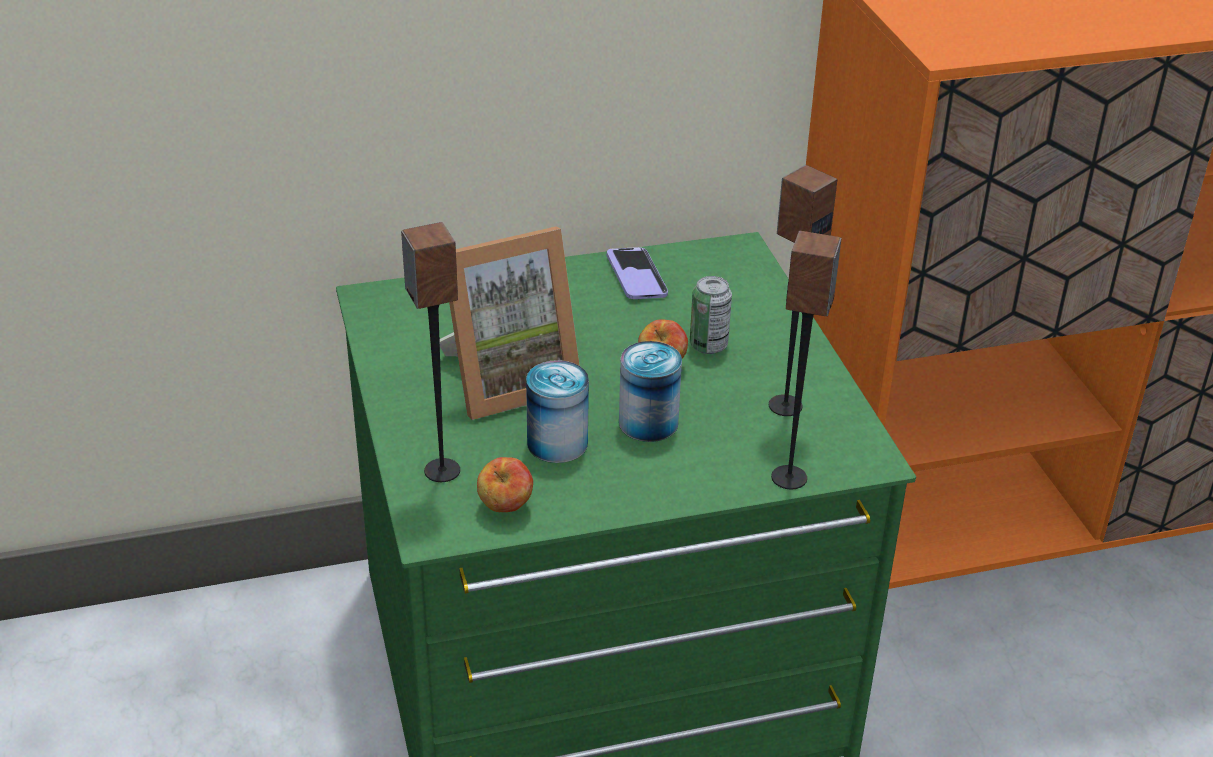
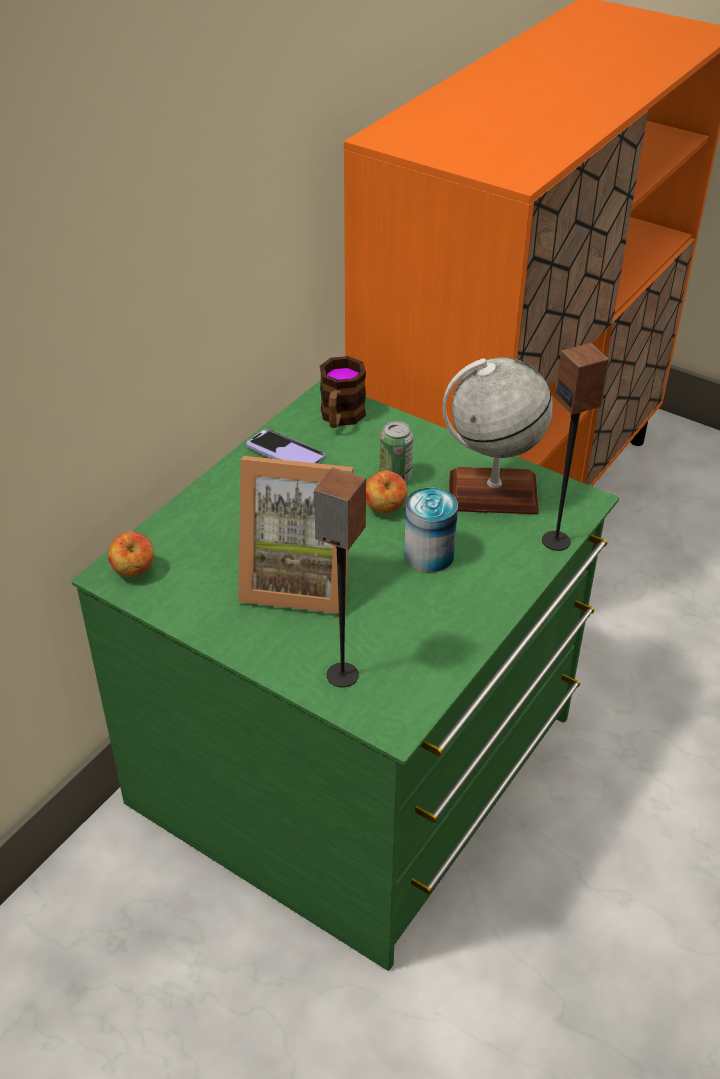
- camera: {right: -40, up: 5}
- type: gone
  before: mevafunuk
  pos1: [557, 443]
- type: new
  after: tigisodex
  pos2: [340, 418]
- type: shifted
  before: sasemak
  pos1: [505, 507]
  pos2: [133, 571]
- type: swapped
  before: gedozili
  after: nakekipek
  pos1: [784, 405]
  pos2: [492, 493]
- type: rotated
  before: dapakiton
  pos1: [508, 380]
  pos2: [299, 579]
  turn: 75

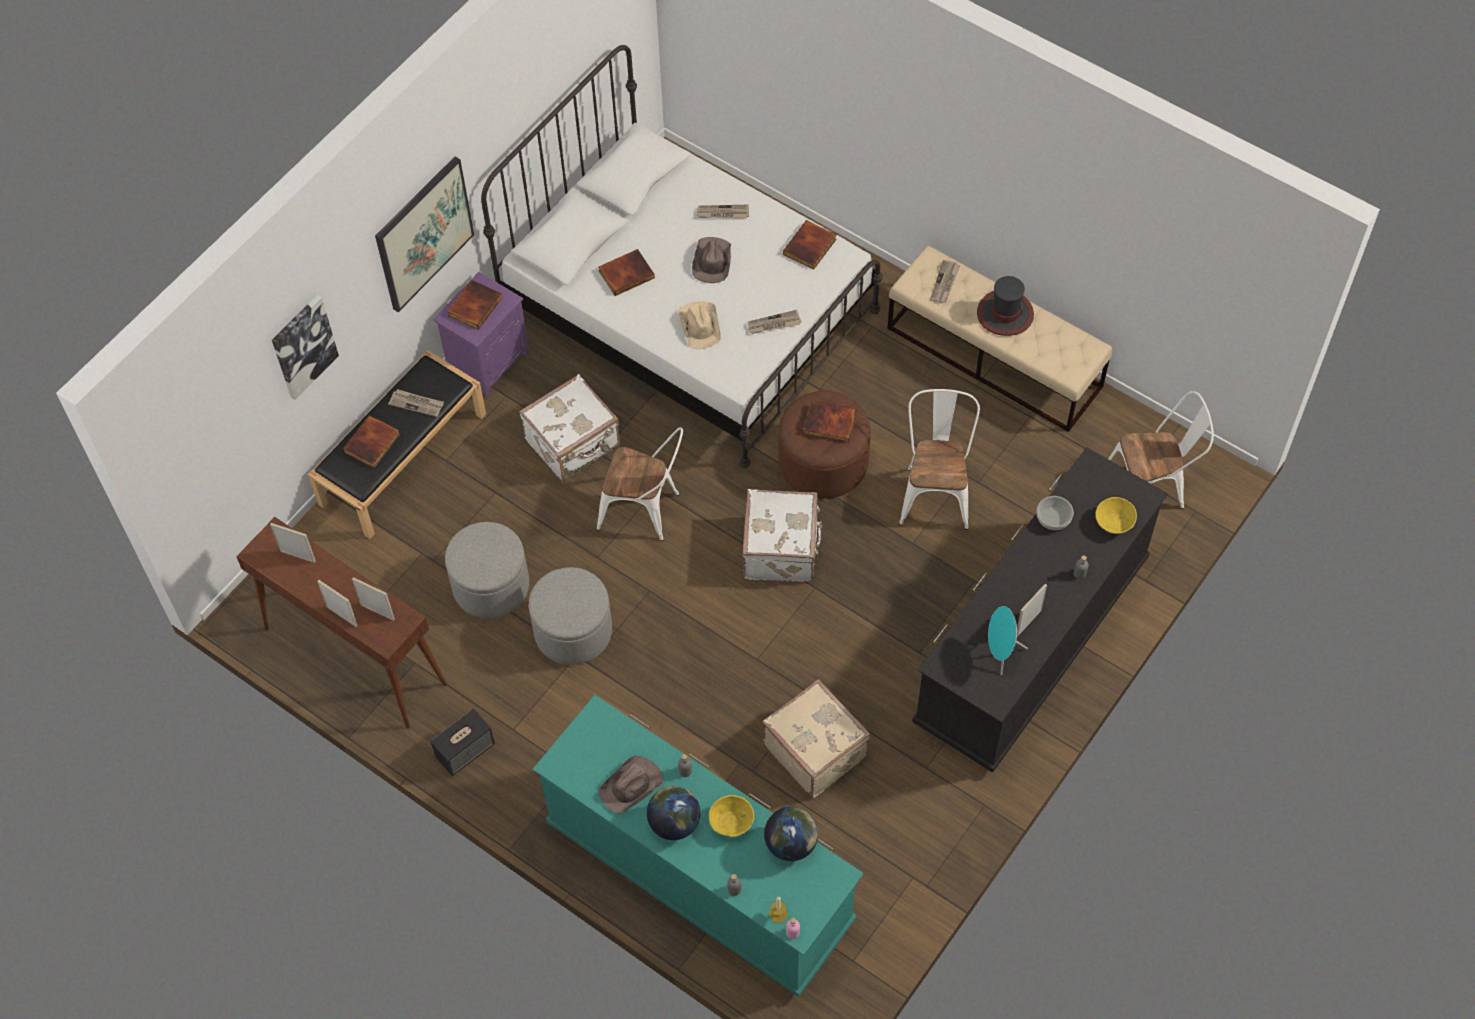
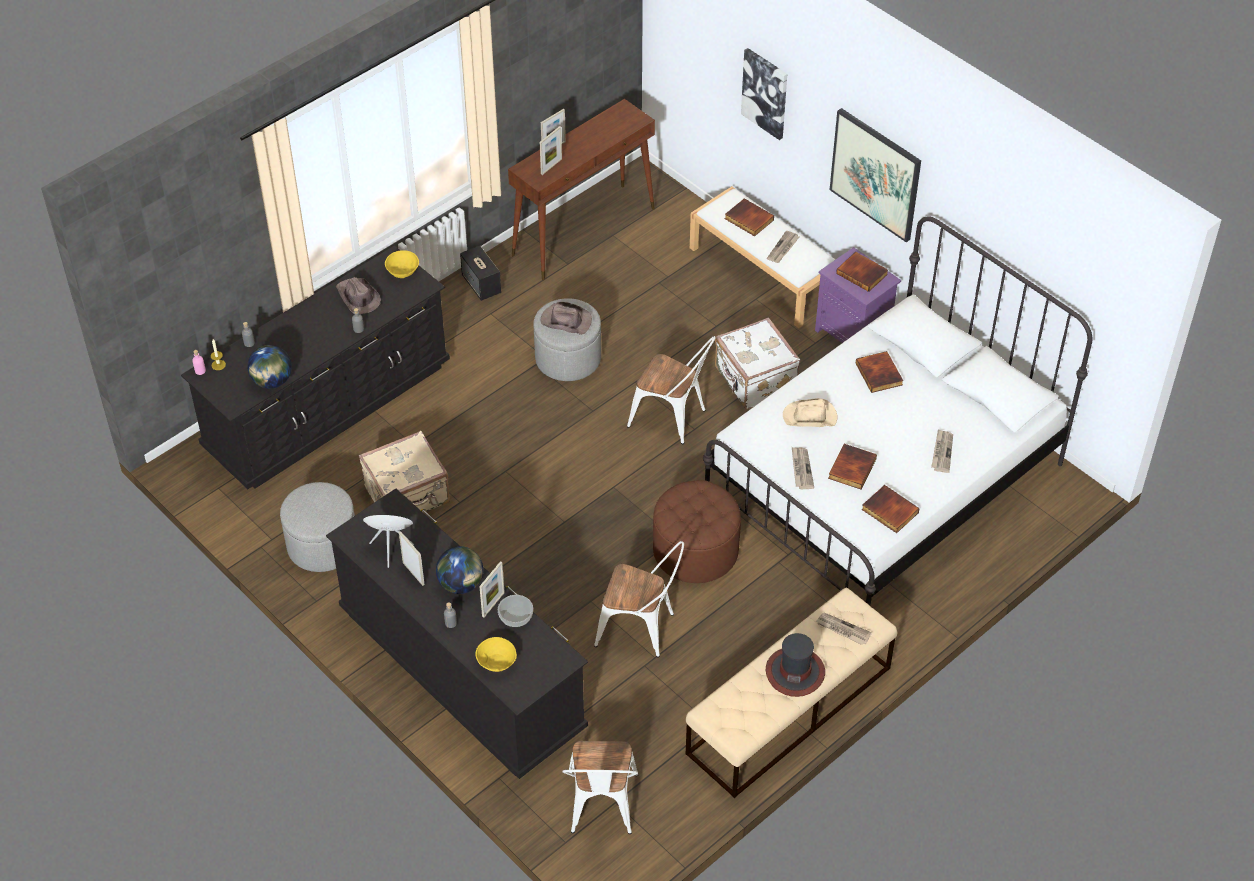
- camera: {right: 100, up: -10}
- type: gone
  before: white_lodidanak
  pos1: [781, 549]
- type: shifted
  before: dapakiton
  pos1: [298, 556]
  pos2: [493, 604]
- type: shifted
  before: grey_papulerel
  pos1: [491, 585]
  pos2: [322, 545]
- type: shifted
  before: nakekipek
  pos1: [674, 823]
  pos2: [461, 584]
- type: shifted
  before: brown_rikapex
  pos1: [712, 261]
  pos2: [565, 320]
- type: shifted
  before: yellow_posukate
  pos1: [731, 823]
  pos2: [402, 272]
- type: shifted
  before: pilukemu
  pos1: [829, 424]
  pos2: [851, 468]
- type: repainted
  before: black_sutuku
  after: white_sutuku
  pos1: [403, 457]
  pos2: [764, 273]
- type: repainted
  before: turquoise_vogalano
  after: black_vogalano
  pos1: [700, 873]
  pos2: [328, 407]
- type: rotated
  before: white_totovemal
  pos1: [645, 511]
  pos2: [673, 419]
  turn: -90

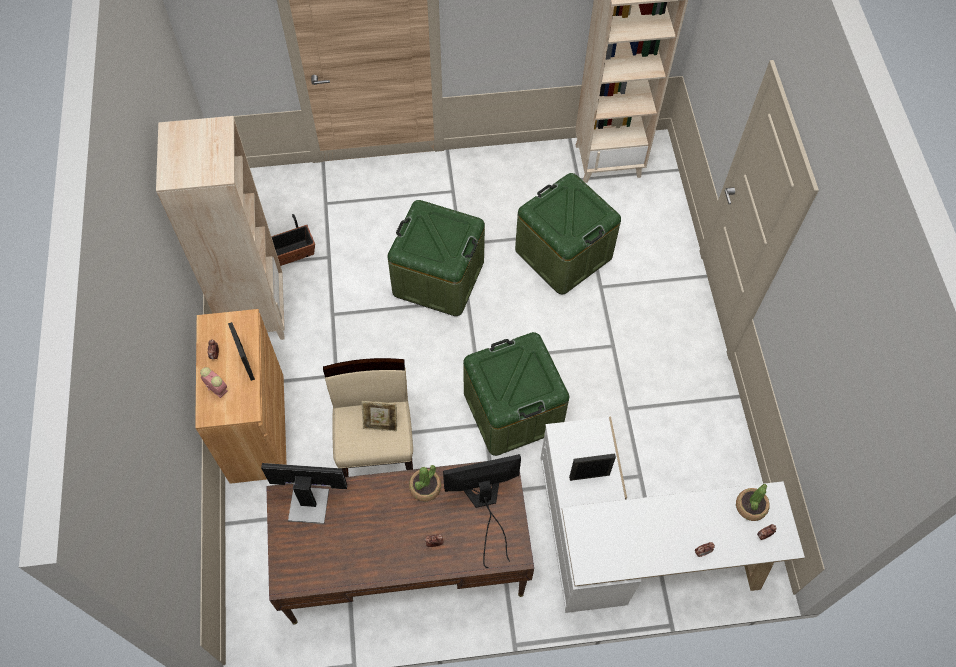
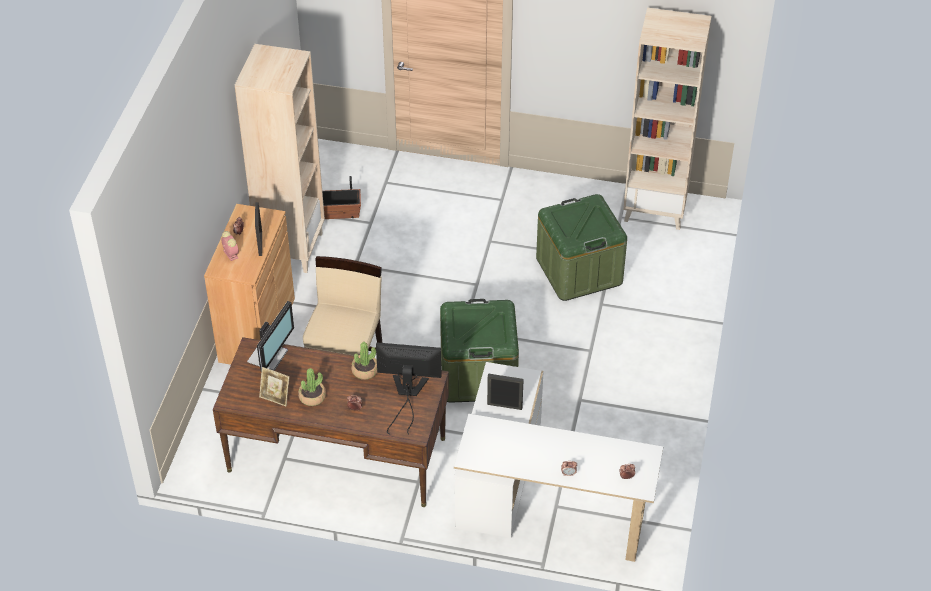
- camera: {right: 20, up: -15}
- type: gone
  before: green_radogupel
  pos1: [438, 277]
- type: shifted
  before: dapakiton
  pos1: [381, 424]
  pos2: [275, 397]
- type: shifted
  before: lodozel
  pos1: [751, 506]
  pos2: [312, 397]
- type: rotated
  before: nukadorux
  pos1: [308, 503]
  pos2: [269, 356]
  turn: 90

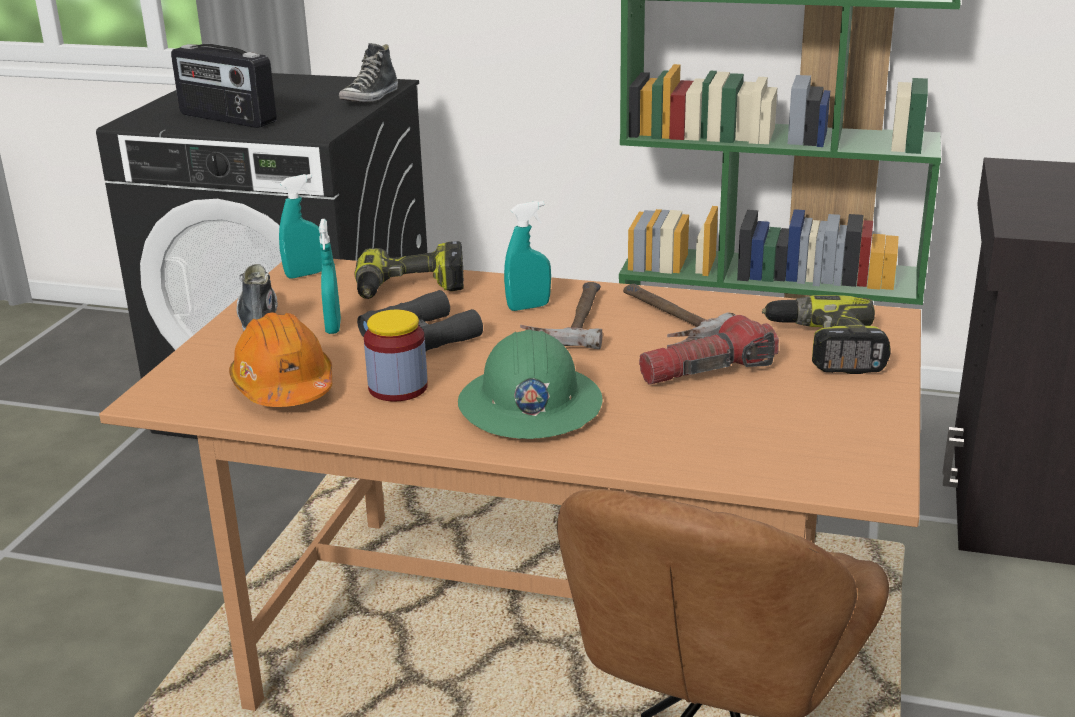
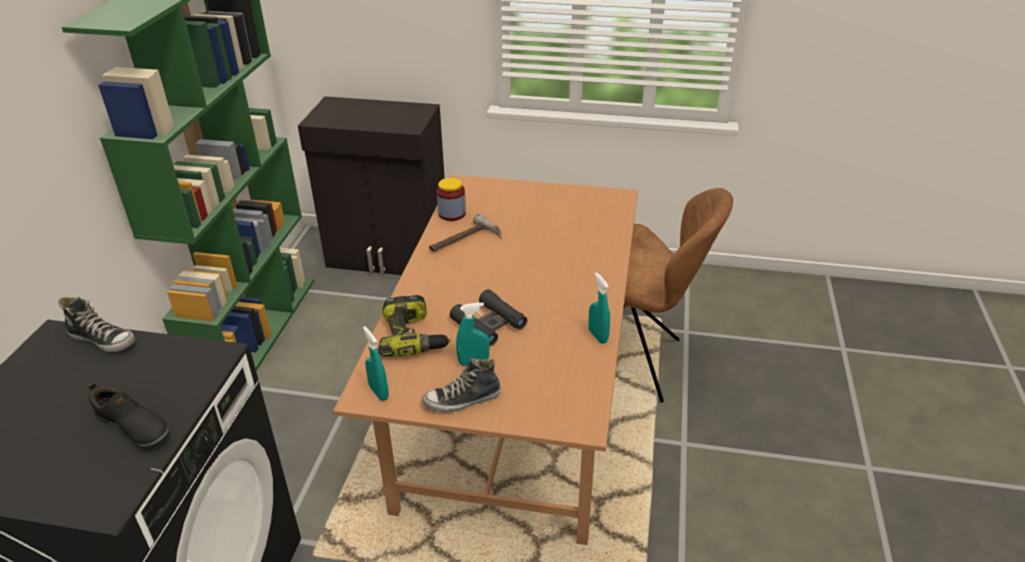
- camera: {right: -95, up: 10}
- type: gone
  before: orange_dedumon
  pos1: [284, 387]
- type: gone
  before: green_dedumon
  pos1: [529, 405]
- type: gone
  before: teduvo
  pos1: [569, 320]
- type: gone
  before: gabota
  pos1: [707, 371]
- type: gone
  before: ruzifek
  pos1: [825, 348]
- type: shifted
  before: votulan
  pos1: [398, 388]
  pos2: [452, 213]
- type: shifted
  before: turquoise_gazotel
  pos1: [528, 307]
  pos2: [598, 336]
- type: swapped
  before: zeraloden
  after: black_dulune
  pos1: [227, 119]
  pos2: [133, 427]

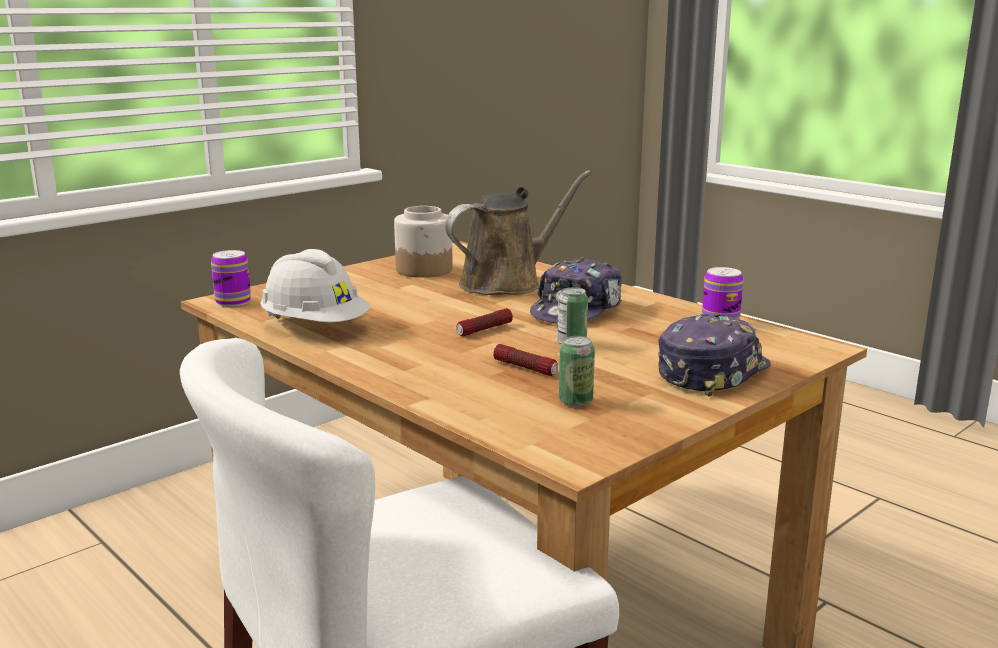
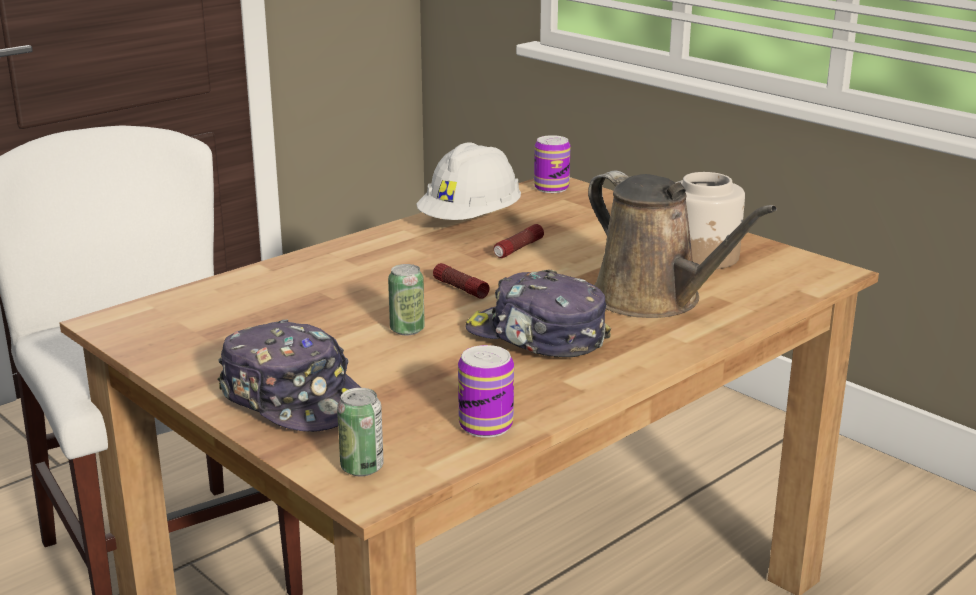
- camera: {right: 90, up: 5}
- type: shifted
  before: gabota
  pos1: [525, 368]
  pos2: [518, 249]
- type: shifted
  before: mevafunuk
  pos1: [575, 401]
  pos2: [362, 468]

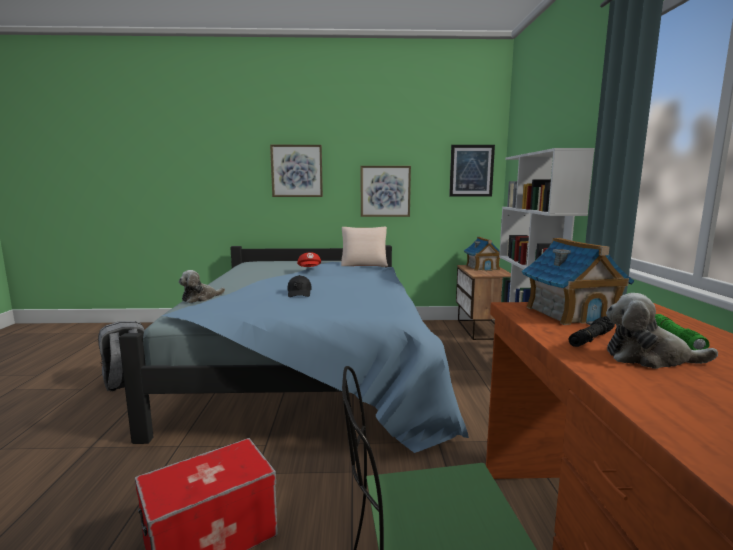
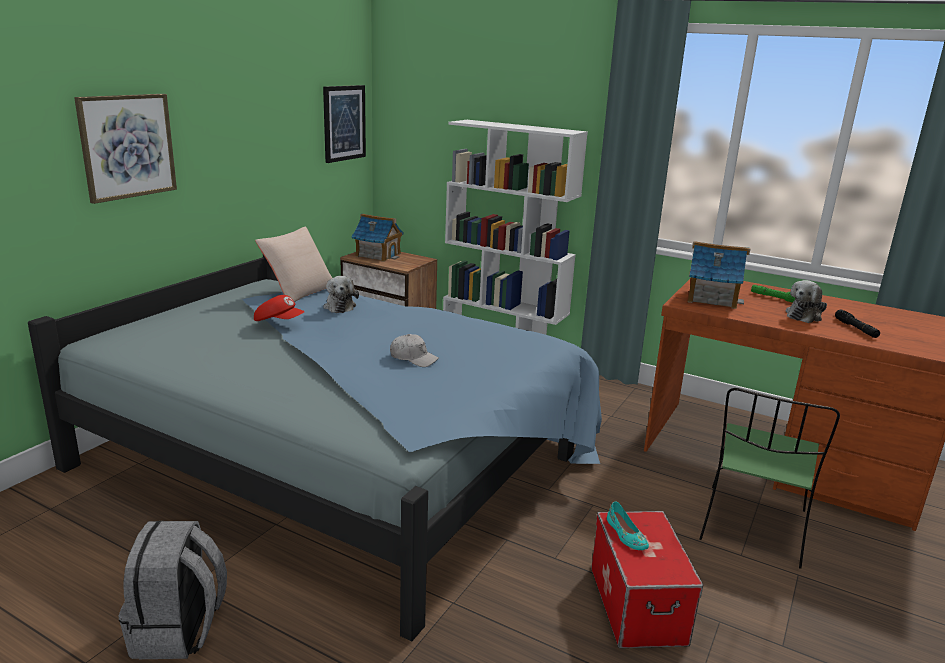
- camera: {right: -60, up: 10}
- type: gone
  before: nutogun
  pos1: [385, 191]
- type: new
  after: turquoise_dulune
  pos2: [625, 535]
- type: shifted
  before: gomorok
  pos1: [200, 298]
  pos2: [340, 306]
- type: shifted
  before: black_gabota
  pos1: [591, 339]
  pos2: [856, 329]
- type: repainted
  before: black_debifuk
  after: white_debifuk
  pos1: [299, 293]
  pos2: [413, 358]

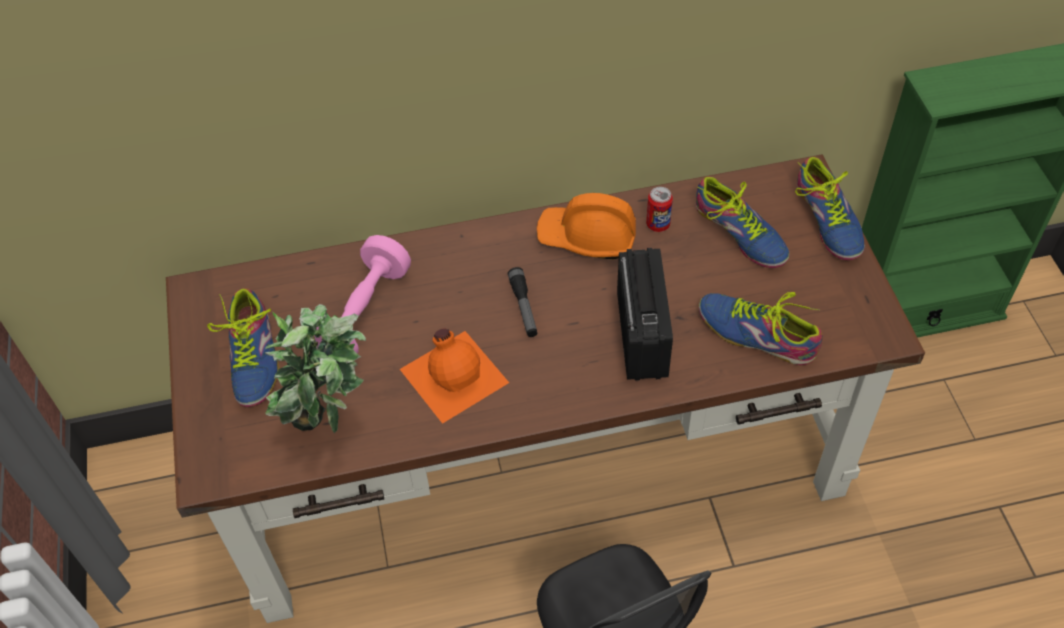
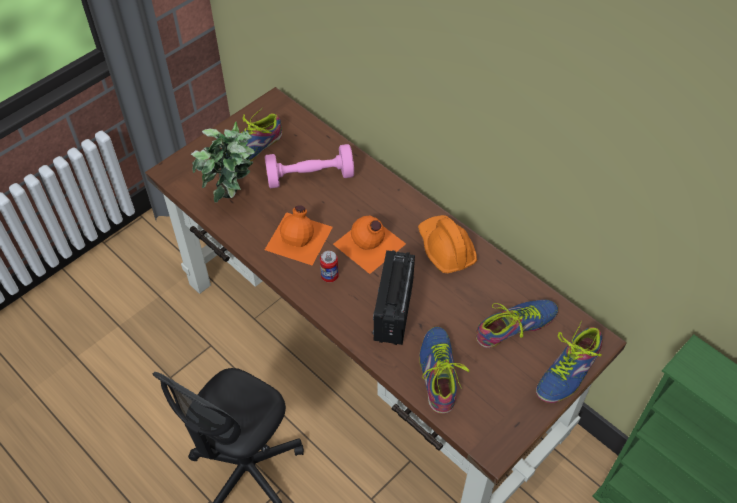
- camera: {right: 55, up: 0}
- type: shifted
  before: mevafunuk
  pos1: [658, 224]
  pos2: [329, 276]
- type: swapped
  before: gabota
  after: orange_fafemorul
  pos1: [524, 307]
  pos2: [369, 245]
- type: rotated
  before: zeraloden
  pos1: [642, 334]
  pos2: [393, 312]
  turn: 135
- type: rotated
  before: dulune
  pos1: [740, 233]
  pos2: [515, 326]
  turn: -135

